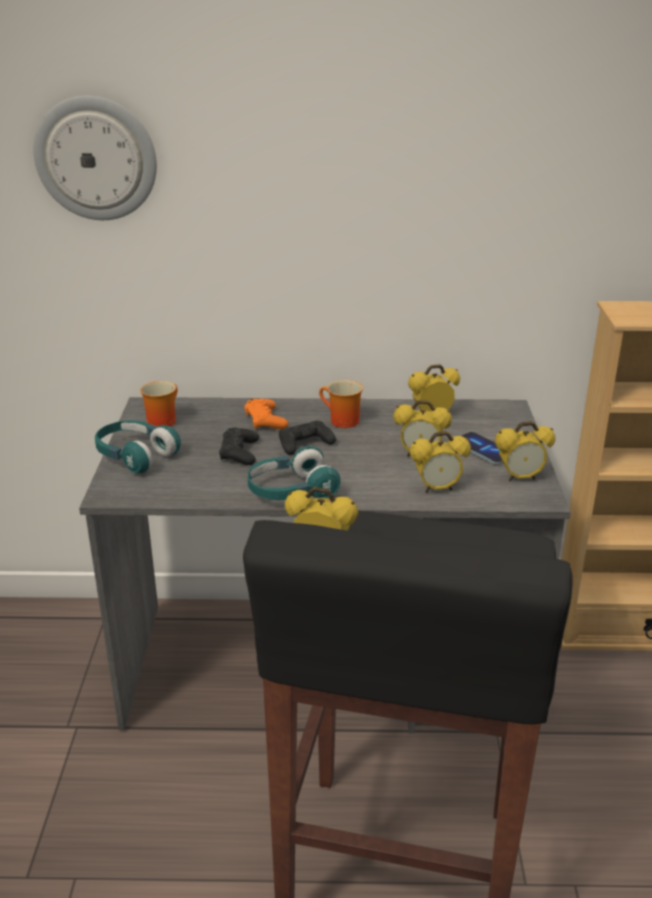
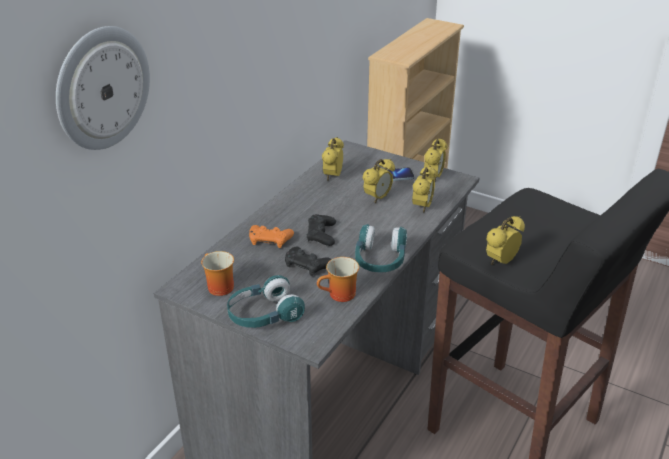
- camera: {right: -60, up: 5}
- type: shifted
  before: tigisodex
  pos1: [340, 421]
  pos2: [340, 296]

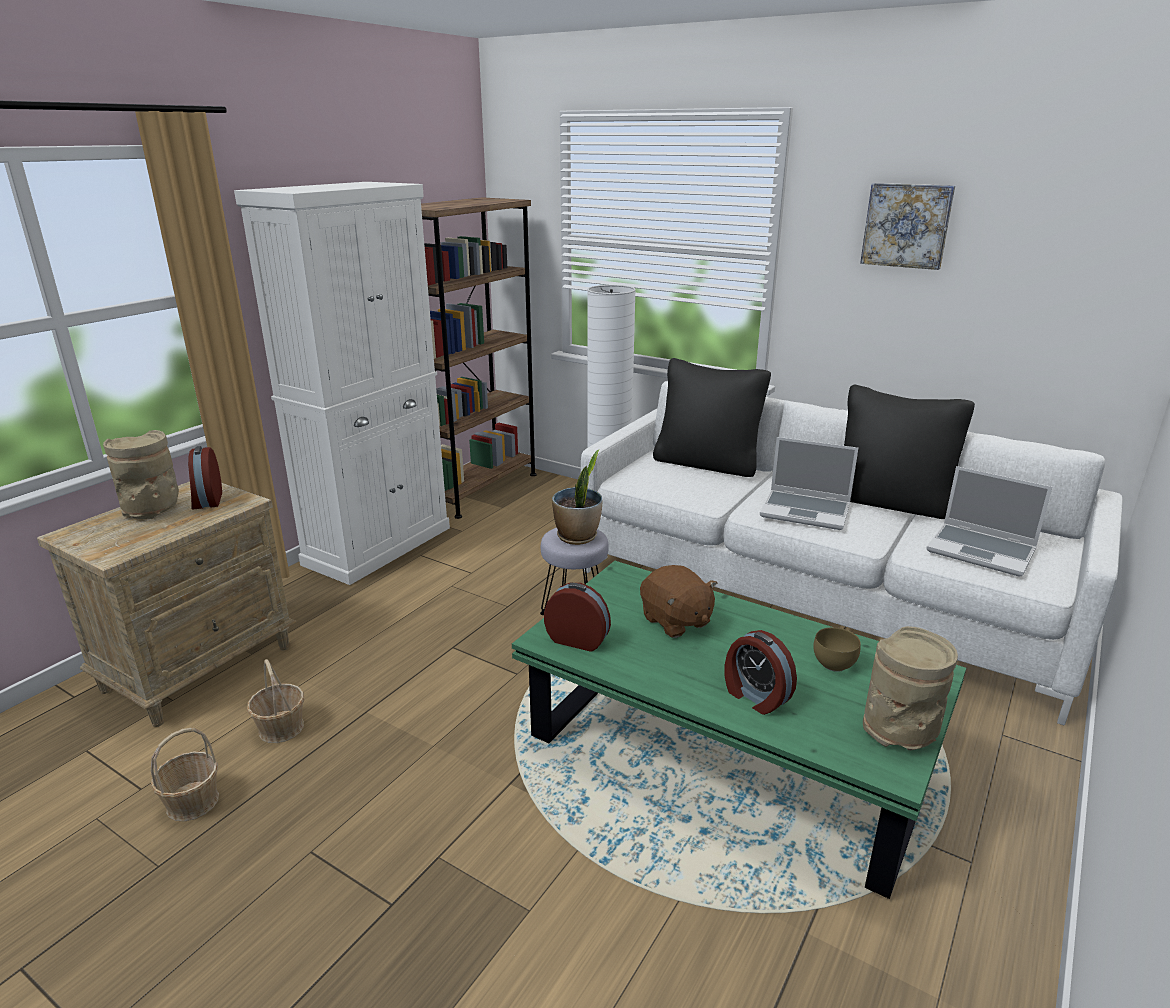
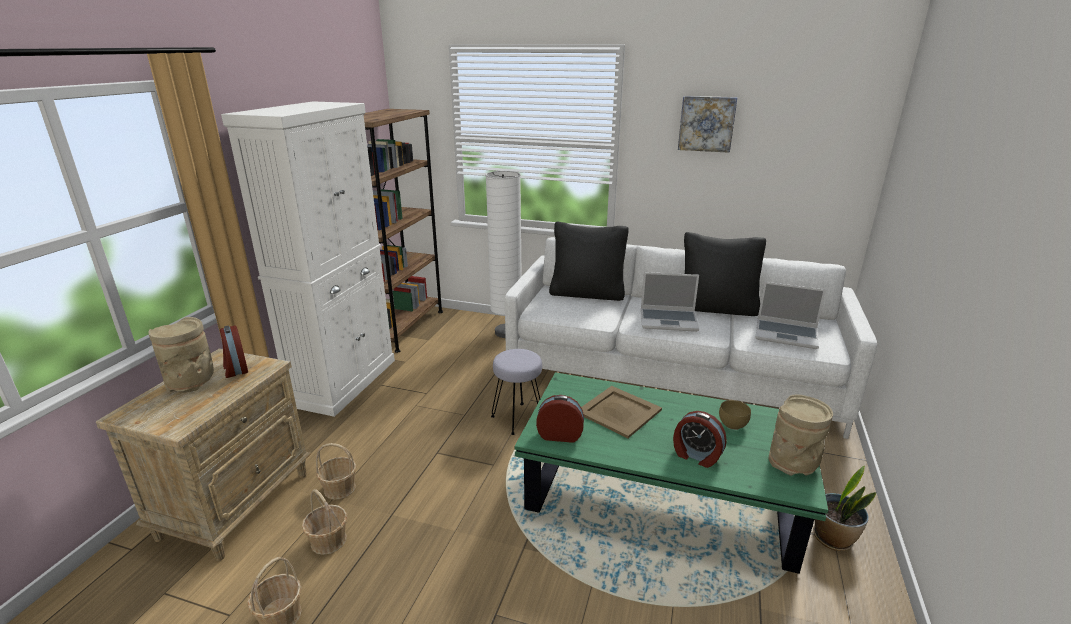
- camera: {right: -15, up: 0}
- type: new
  after: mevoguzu
  pos2: [339, 488]
- type: shifted
  before: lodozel
  pos1: [577, 537]
  pos2: [833, 539]
- type: swapped
  before: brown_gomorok
  after: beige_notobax
  pos1: [675, 621]
  pos2: [619, 411]

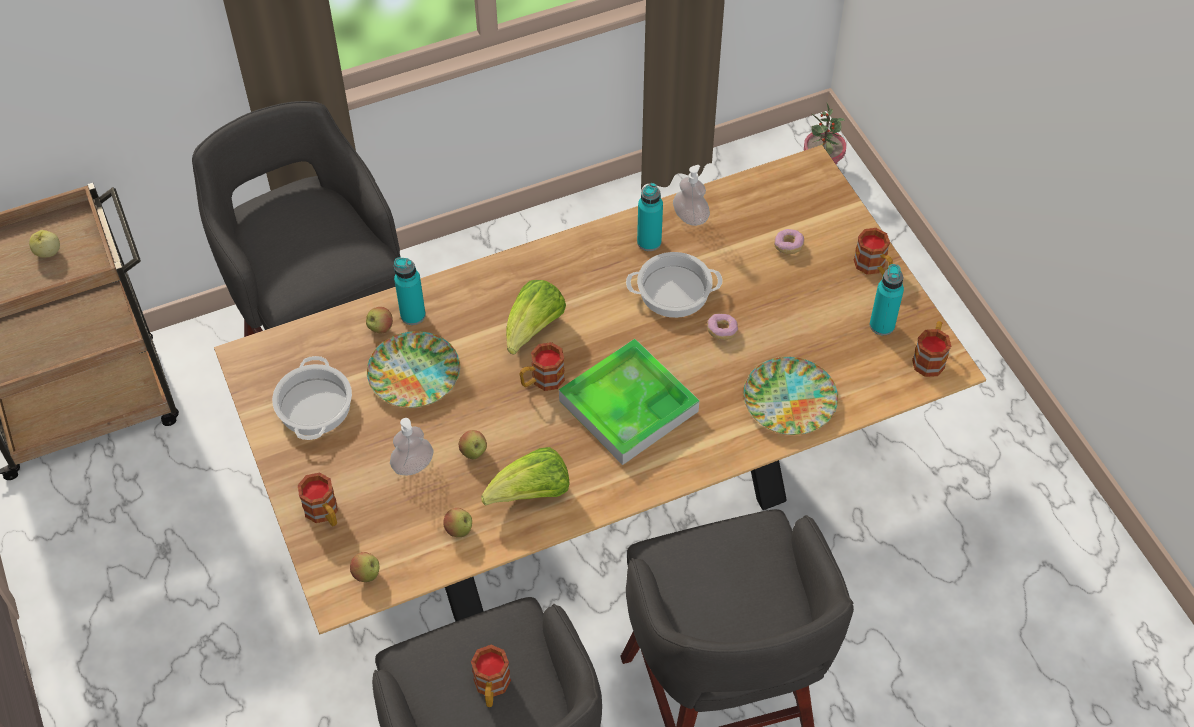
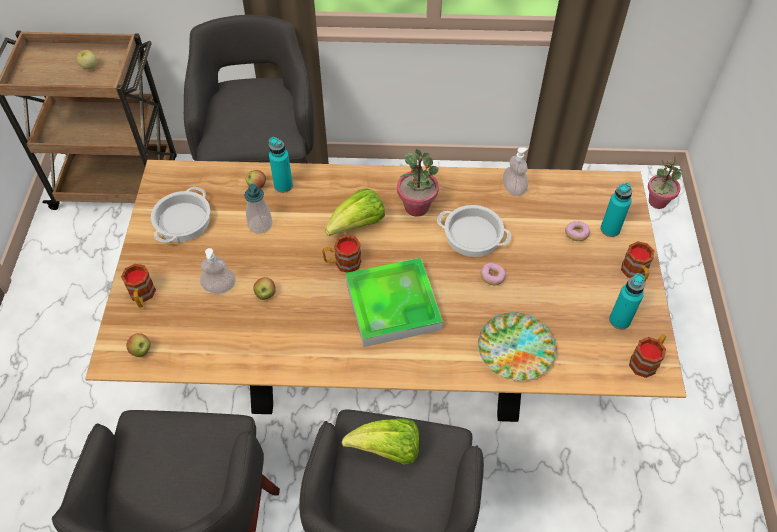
- camera: {right: 25, up: 0}
- type: gone
  before: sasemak
  pos1: [459, 530]
- type: gone
  before: tigisodex
  pos1: [491, 688]
- type: new
  after: lodozel
  pos2: [417, 207]
- type: shifted
  before: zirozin
  pos1: [531, 494]
  pos2: [387, 450]
- type: shifted
  before: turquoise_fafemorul
  pos1: [649, 242]
  pos2: [610, 229]
- type: swapped
  before: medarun
  after: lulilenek
  pos1: [414, 373]
  pos2: [260, 224]

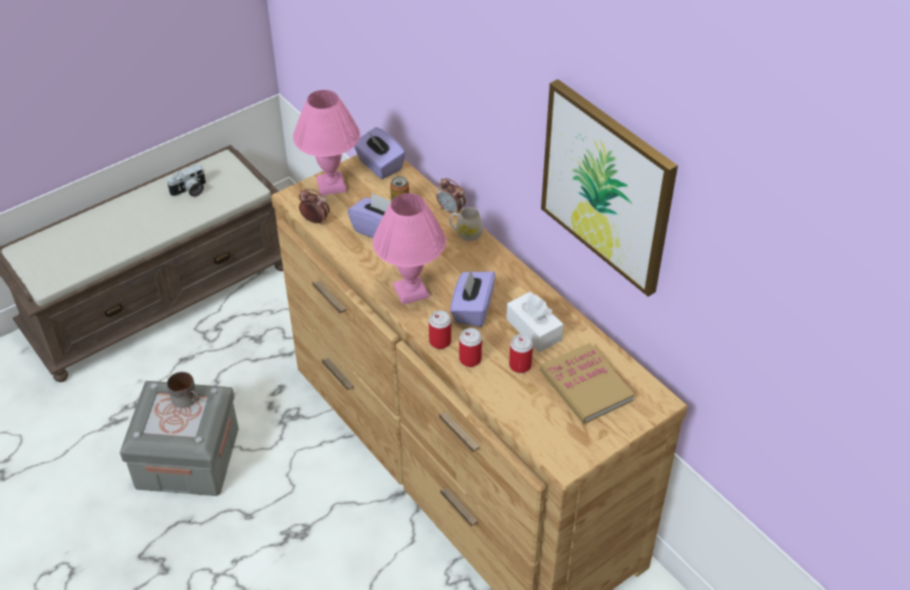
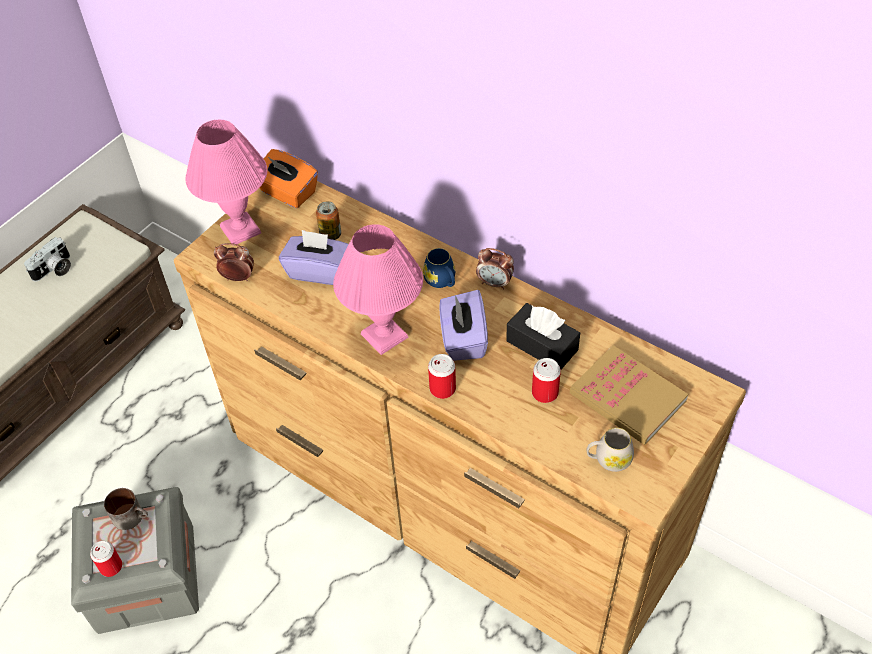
- camera: {right: -15, up: 5}
- type: gone
  before: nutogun
  pos1: [607, 186]
- type: new
  after: blue_tigisodex
  pos2: [442, 281]
- type: shifted
  before: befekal
  pos1: [451, 210]
  pos2: [495, 283]
- type: shifted
  before: white_tigisodex
  pos1: [466, 233]
  pos2: [608, 459]
- type: shifted
  before: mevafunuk
  pos1: [470, 359]
  pos2: [111, 567]
- type: repainted
  before: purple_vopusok
  after: orange_vopusok
  pos1: [379, 165]
  pos2: [287, 193]
- type: repainted
  before: white_vopusok
  after: black_vopusok
  pos1: [533, 329]
  pos2: [542, 345]

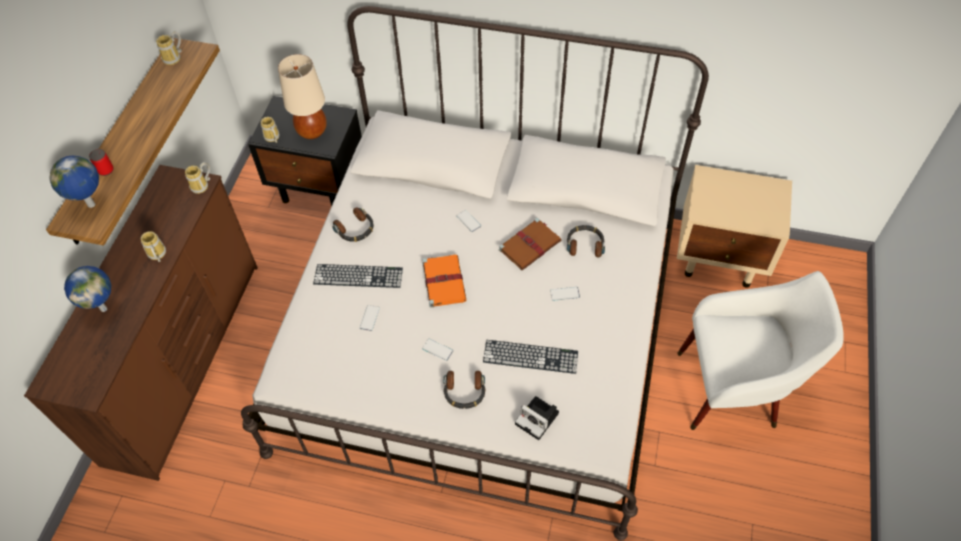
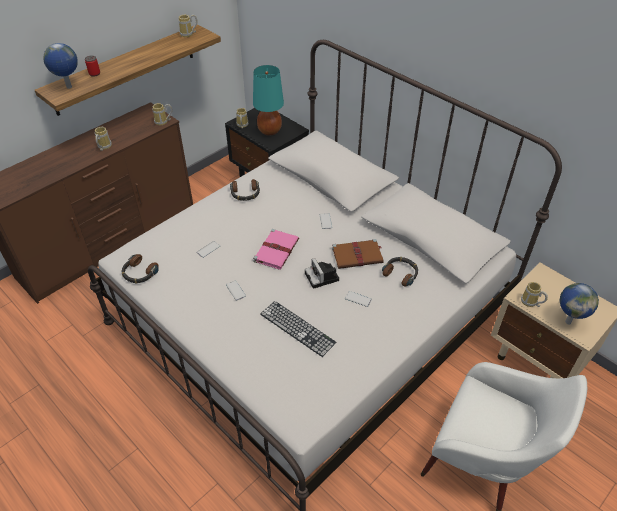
- camera: {right: 30, up: -10}
- type: gone
  before: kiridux
  pos1: [358, 276]
- type: new
  after: tigisodex
  pos2: [530, 303]
- type: shifted
  before: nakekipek
  pos1: [104, 308]
  pos2: [568, 321]
- type: shifted
  before: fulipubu
  pos1: [464, 392]
  pos2: [139, 273]
- type: shifted
  before: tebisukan
  pos1: [538, 419]
  pos2: [322, 277]
- type: repainted
  before: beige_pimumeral
  after: turquoise_pimumeral
  pos1: [311, 131]
  pos2: [269, 131]
- type: repainted
  before: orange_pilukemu
  after: pink_pilukemu
  pos1: [443, 281]
  pos2: [276, 250]

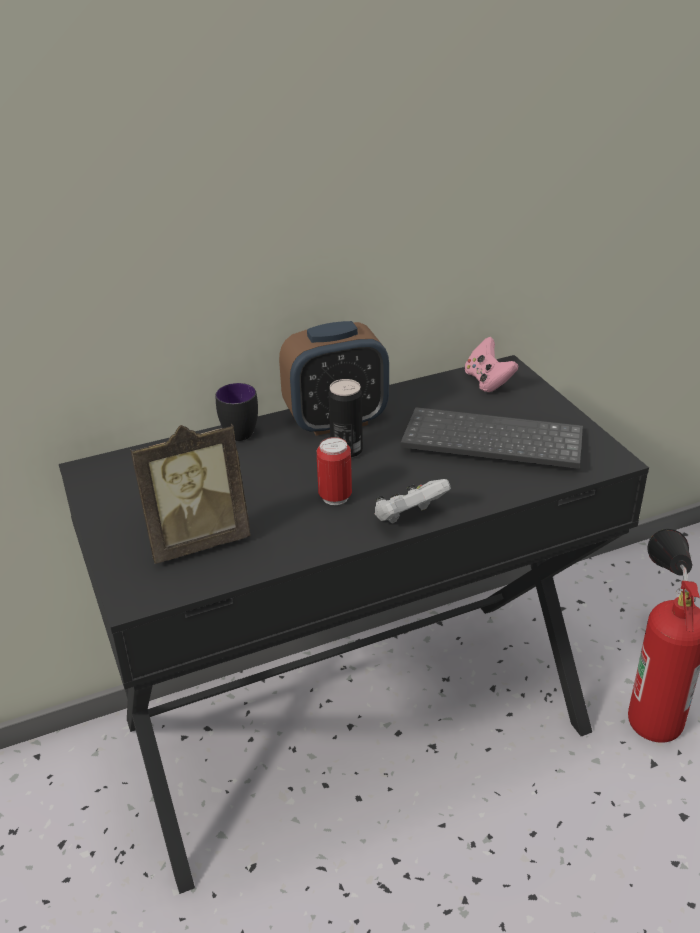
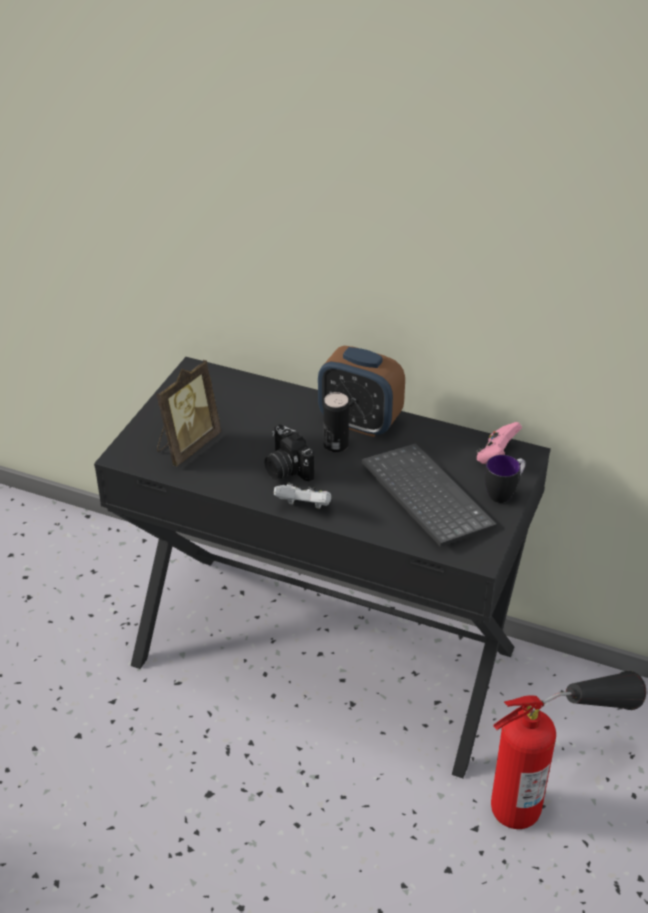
- camera: {right: 45, up: 5}
- type: shifted
  before: tigisodex
  pos1: [241, 429]
  pos2: [504, 493]
- type: swapped
  before: mevafunuk
  after: tebisukan
  pos1: [335, 497]
  pos2: [286, 469]
- type: rotated
  before: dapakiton
  pos1: [197, 540]
  pos2: [187, 445]
  turn: -75

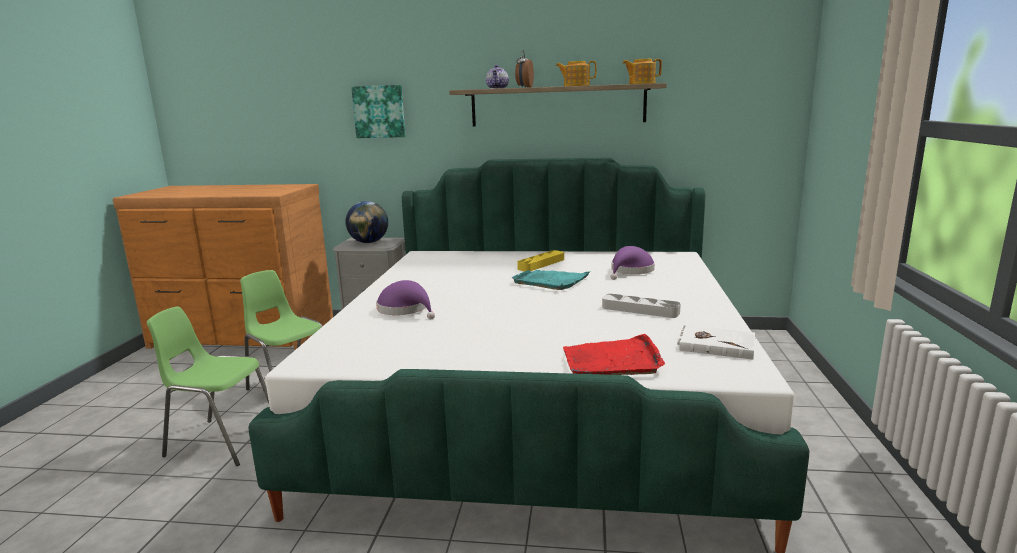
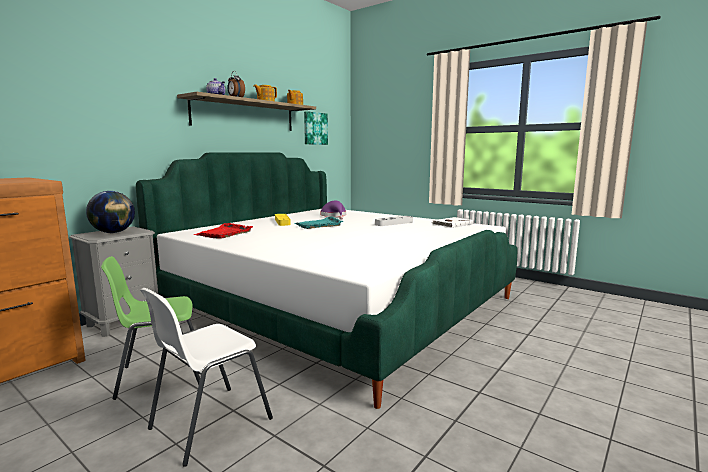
- camera: {right: -60, up: -5}
- type: gone
  before: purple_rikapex
  pos1: [405, 309]
- type: shifted
  before: nutogun
  pos1: [379, 111]
  pos2: [315, 128]
- type: shifted
  before: red_notobax
  pos1: [612, 361]
  pos2: [224, 233]
- type: repainted
  before: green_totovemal
  after: white_totovemal
  pos1: [222, 441]
  pos2: [209, 423]

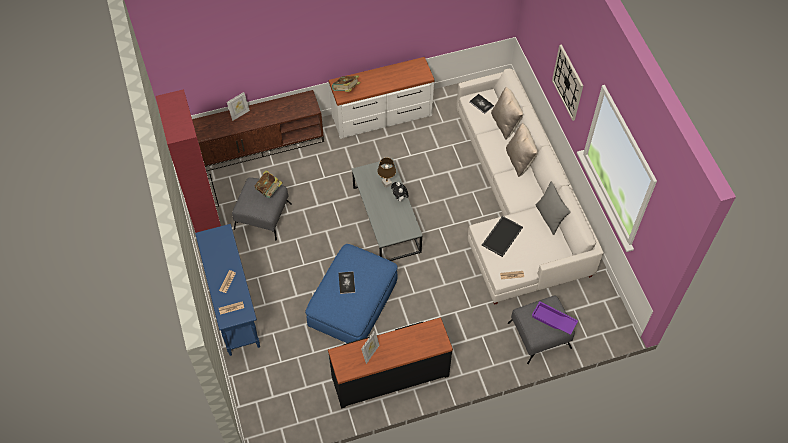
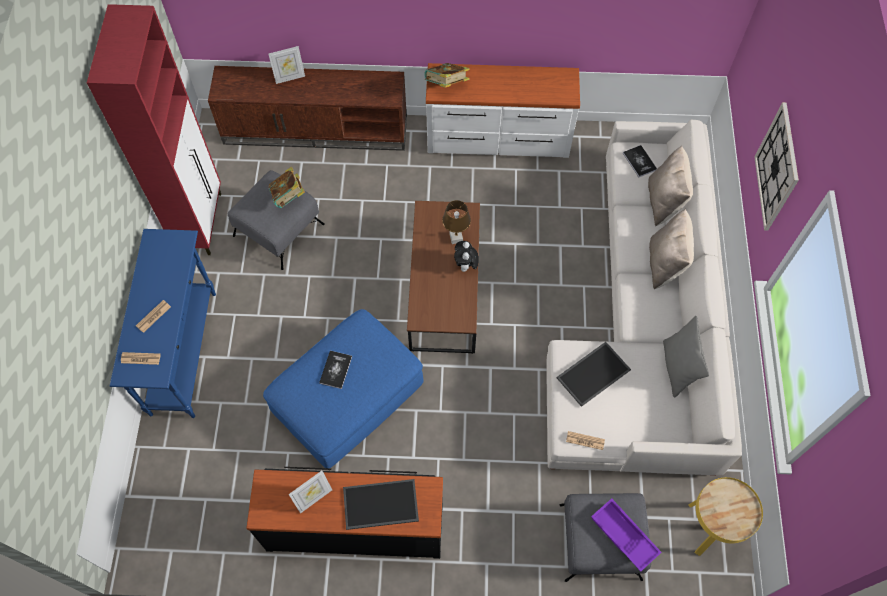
- camera: {right: 20, up: 5}
- type: new
  after: notobax
  pos2: [380, 505]
- type: new
  after: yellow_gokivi
  pos2: [708, 528]
- type: repainted
  before: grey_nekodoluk
  after: brown_nekodoluk
  pos1: [386, 220]
  pos2: [444, 288]

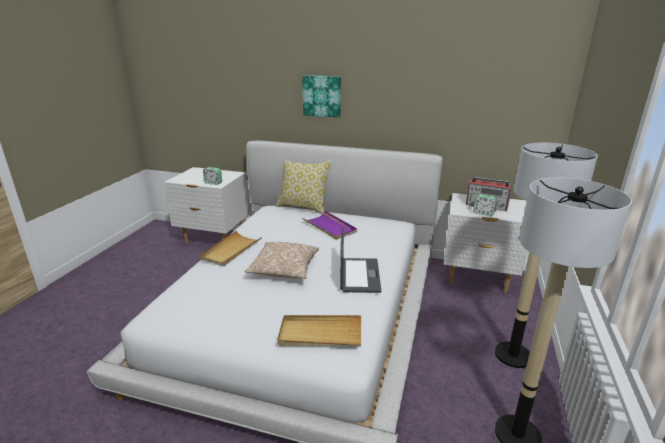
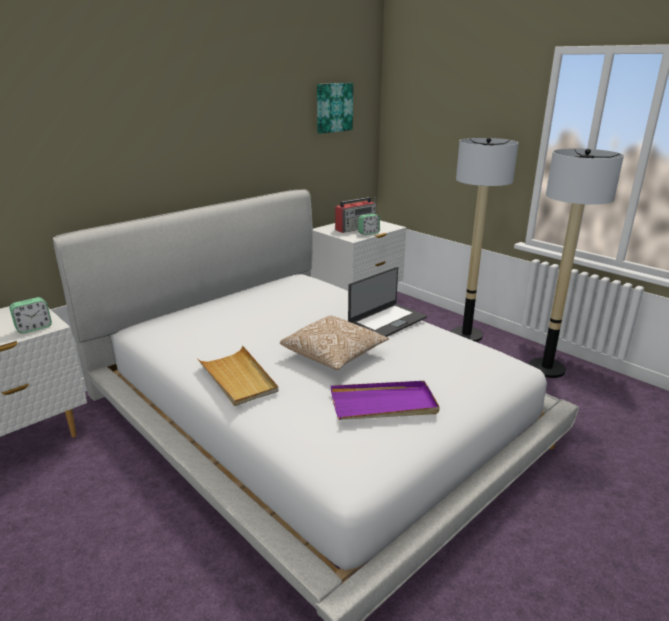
- camera: {right: -60, up: 0}
- type: gone
  before: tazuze
  pos1: [303, 207]
- type: gone
  before: beige_notobax
  pos1: [320, 334]
- type: shifted
  before: nutogun
  pos1: [322, 96]
  pos2: [333, 107]
- type: shifted
  before: purple_notobax
  pos1: [329, 227]
  pos2: [384, 404]
- type: rotated
  before: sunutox
  pos1: [358, 275]
  pos2: [386, 321]
  turn: 105

